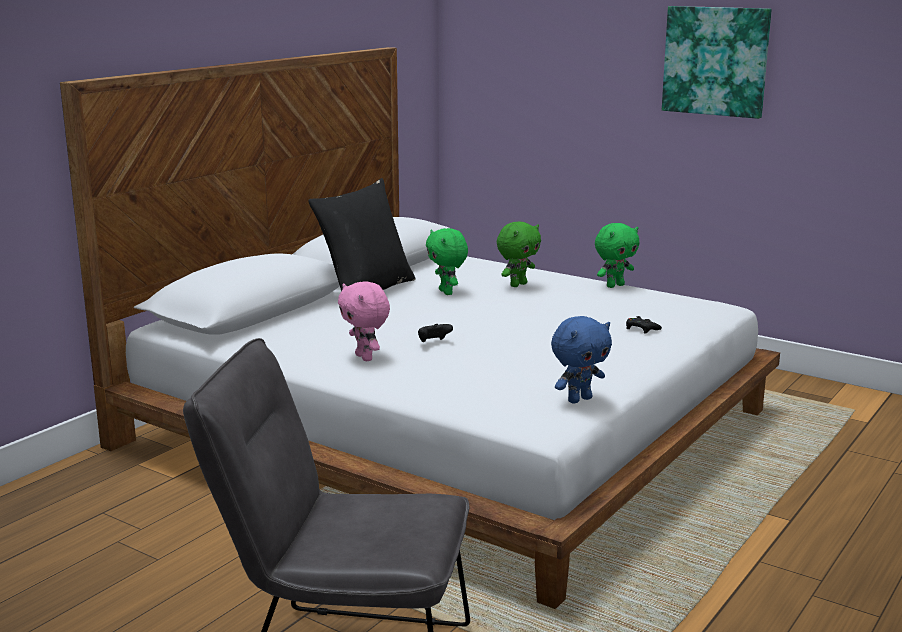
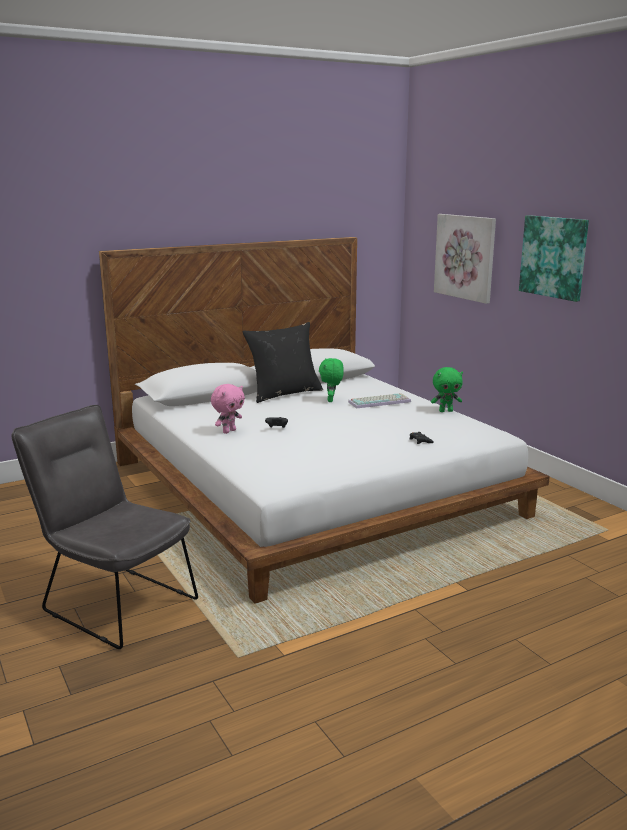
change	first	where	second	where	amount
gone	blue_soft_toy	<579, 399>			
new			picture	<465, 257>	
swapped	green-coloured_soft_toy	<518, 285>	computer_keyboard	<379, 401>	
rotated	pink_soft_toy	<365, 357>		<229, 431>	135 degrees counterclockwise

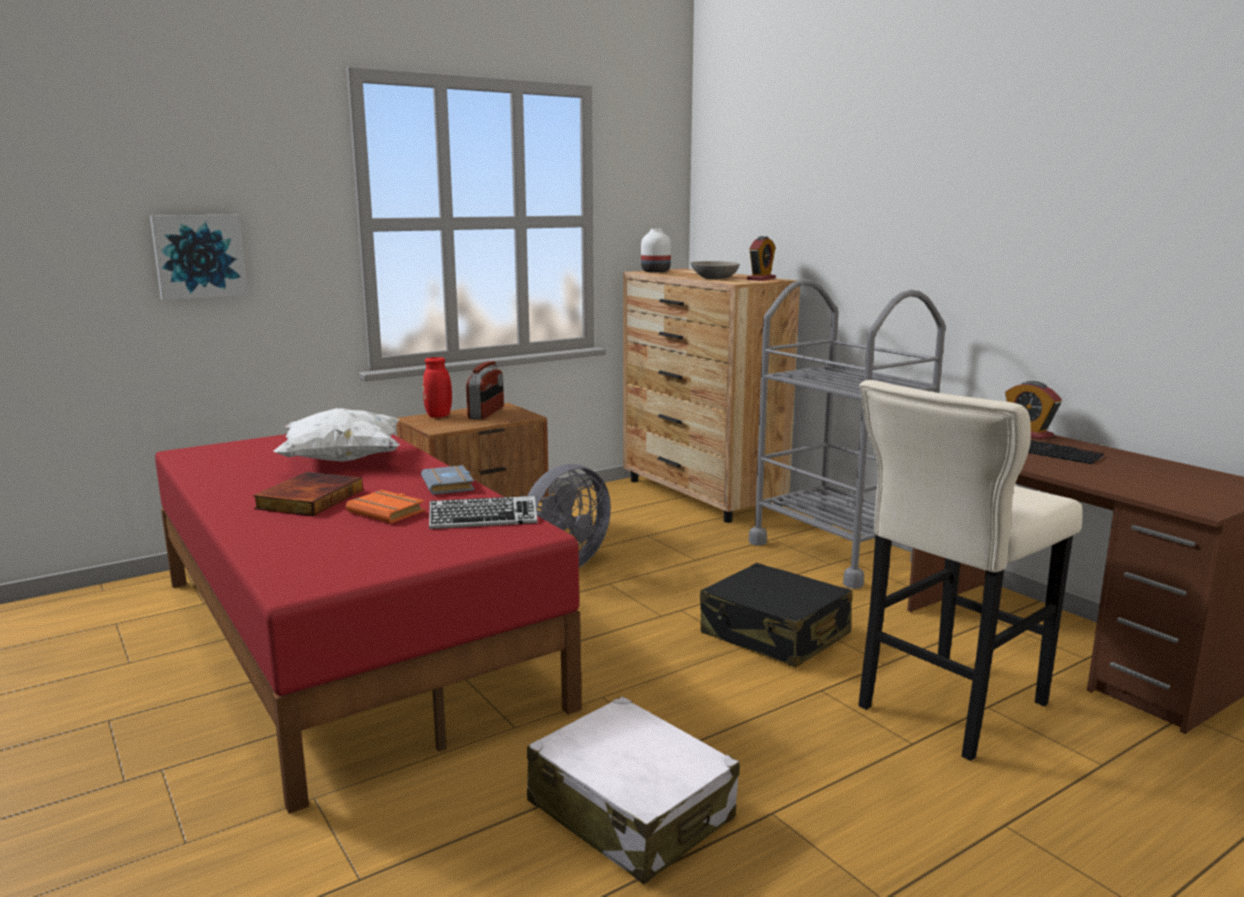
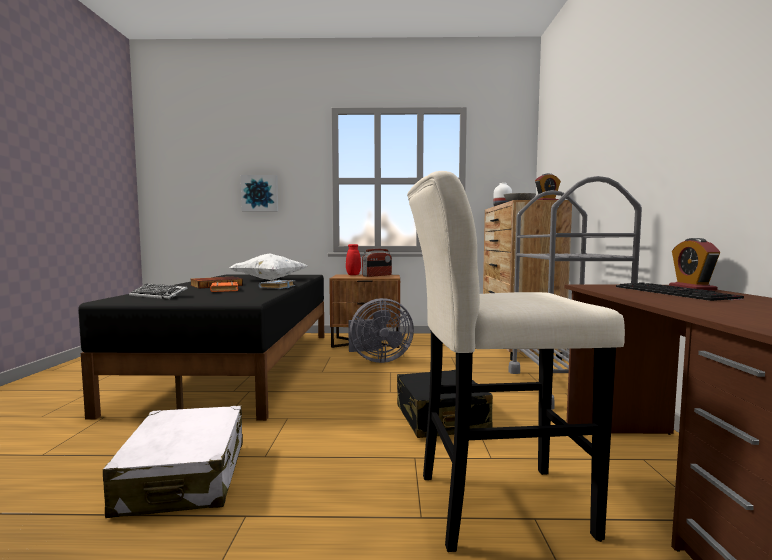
change	first	where	second	where	amount
shifted	computer_keyboard	<483, 519>		<158, 296>	
repainted	red-coloured_bedroom_bed	<350, 637>	black_bedroom_bed	<242, 365>	

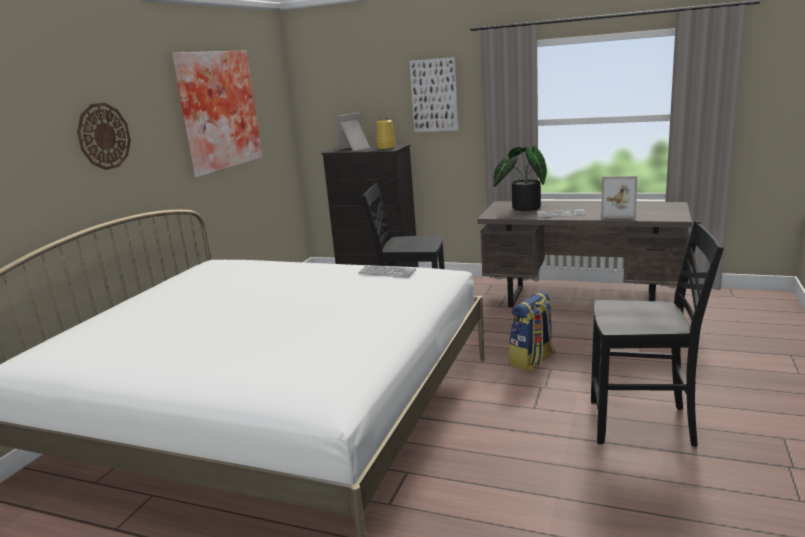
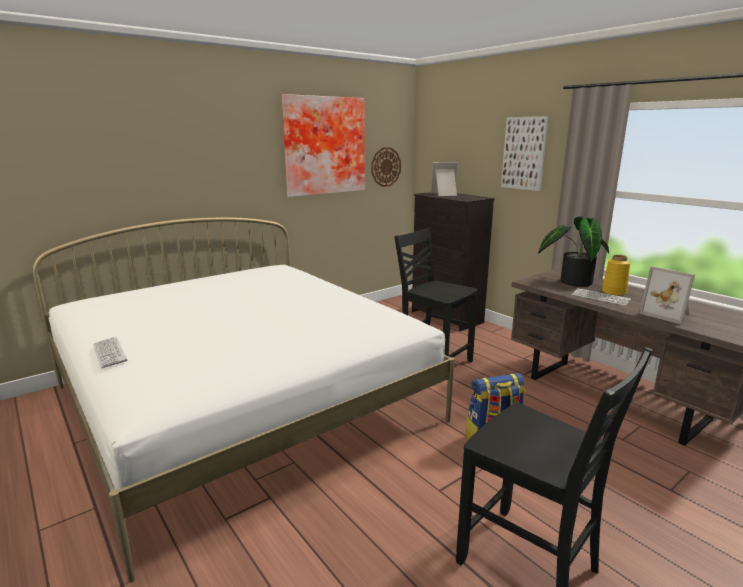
change	first	where	second	where	amount
shifted	clock_on_the_wall	<103, 136>		<385, 167>	
shifted	computer_keyboard	<387, 272>		<109, 353>	
shifted	yellow-coloured_flower_vase	<386, 148>		<613, 292>	

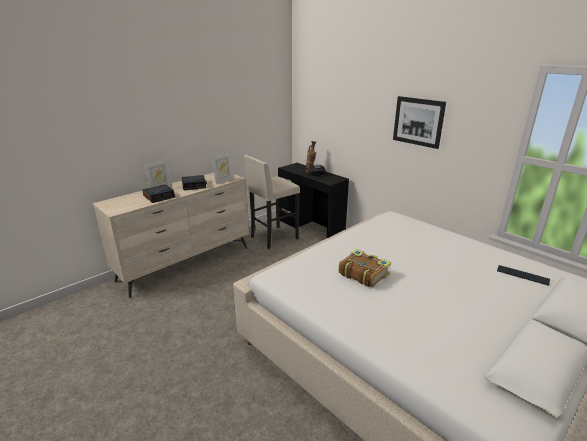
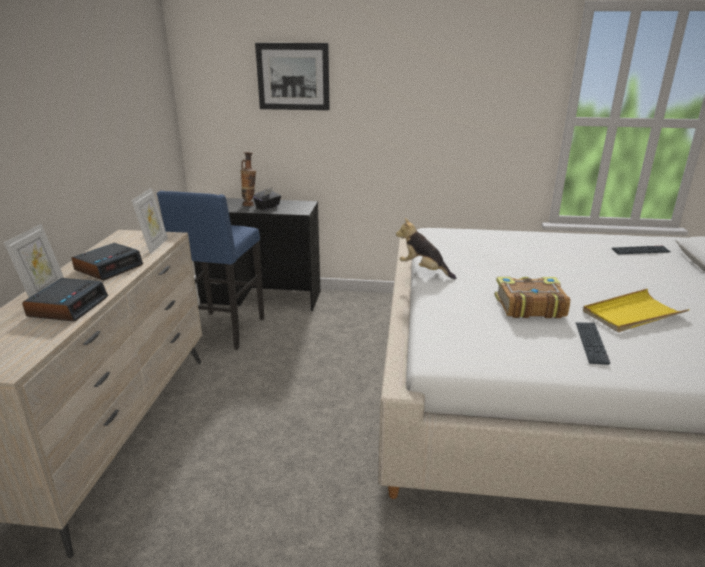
change	first	where	second	where	amount
new			soft_toy	<423, 270>	
new			computer_keyboard	<591, 343>	
new			yellow-coloured_carrying_tray	<632, 314>	
shifted	picture	<418, 121>		<293, 76>	
repainted	sand-coloured_stool	<273, 238>	blue_stool	<224, 331>	

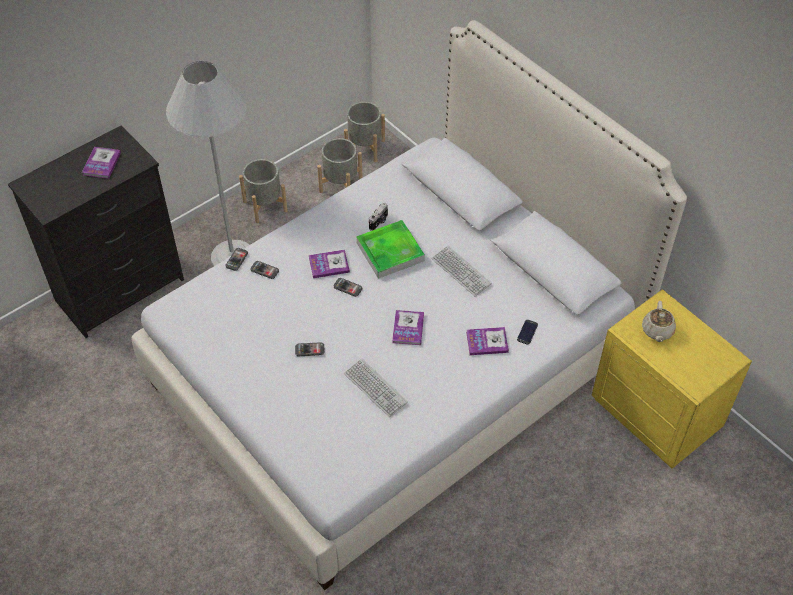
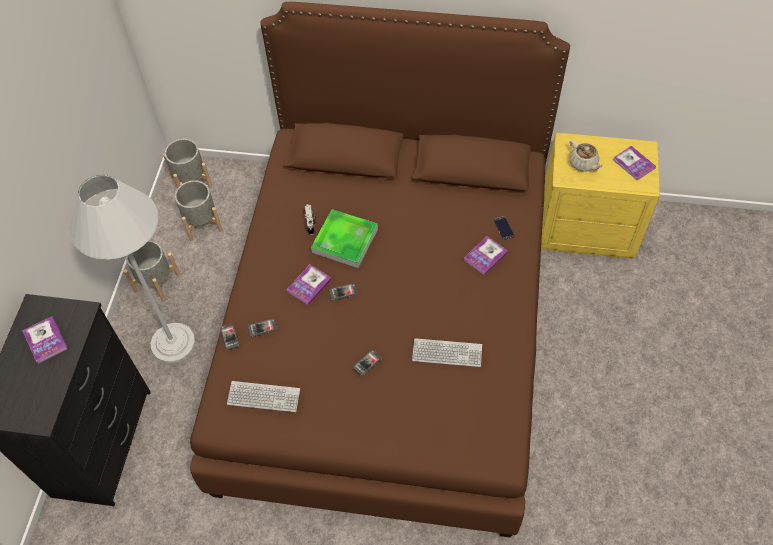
change	first	where	second	where	amount
shifted	book	<408, 328>		<633, 164>	
shifted	computer_keyboard	<461, 272>		<264, 397>	
repainted	white-coloured_bedroom_bed	<396, 367>	brown_bedroom_bed	<388, 330>	

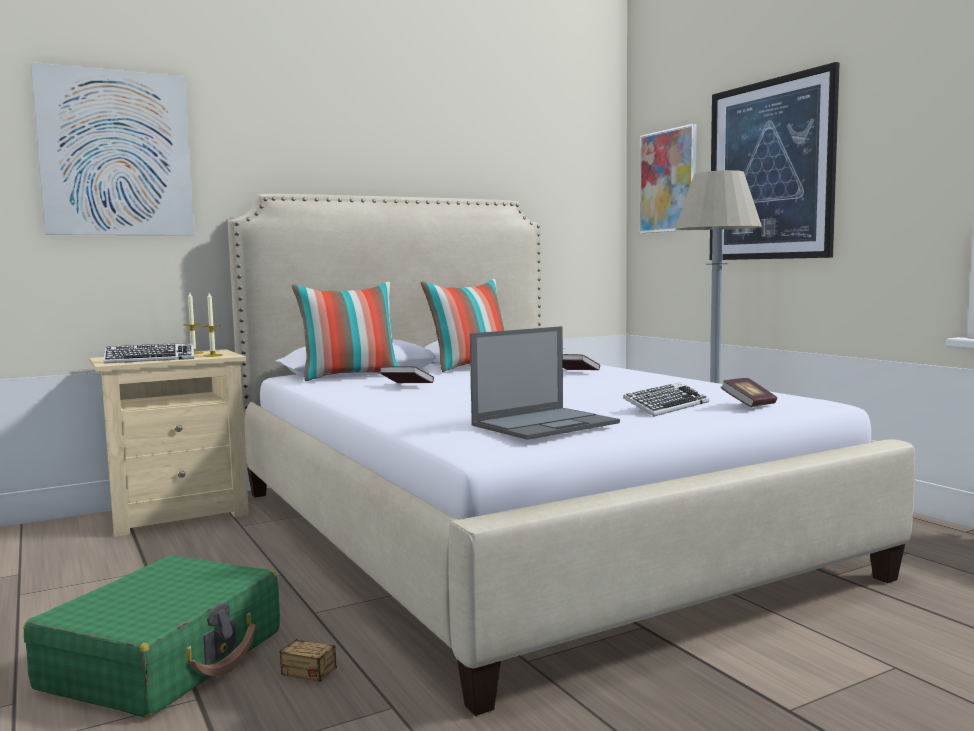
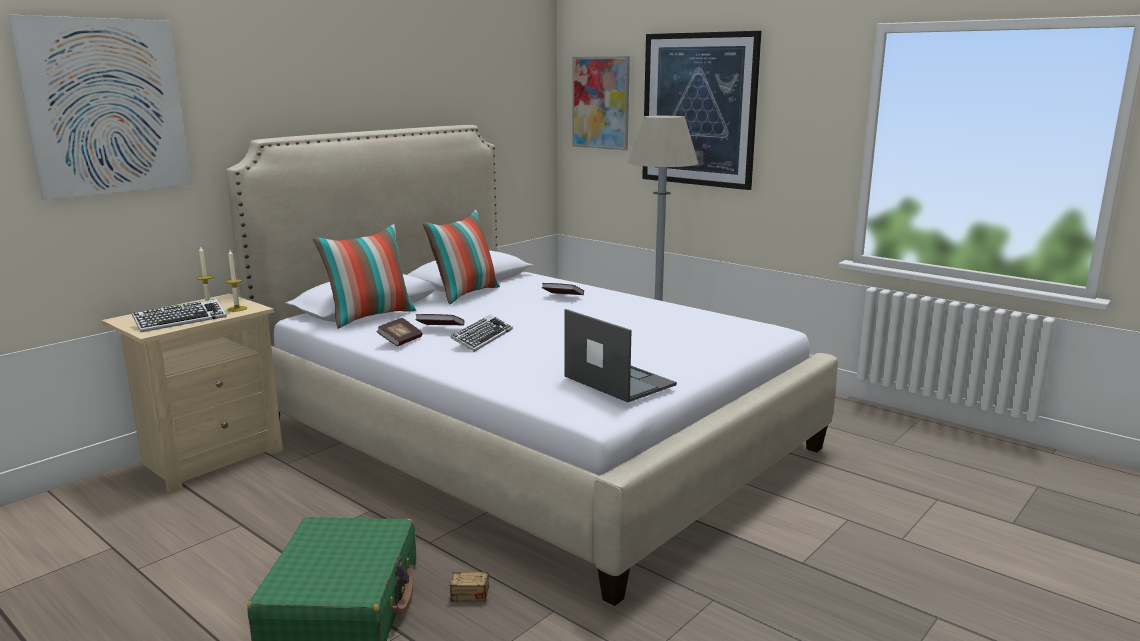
change	first	where	second	where	amount
shifted	computer_keyboard	<666, 406>		<482, 338>	
shifted	book	<749, 405>		<400, 341>	
rotated	portable_computer	<546, 424>		<618, 380>	75 degrees counterclockwise

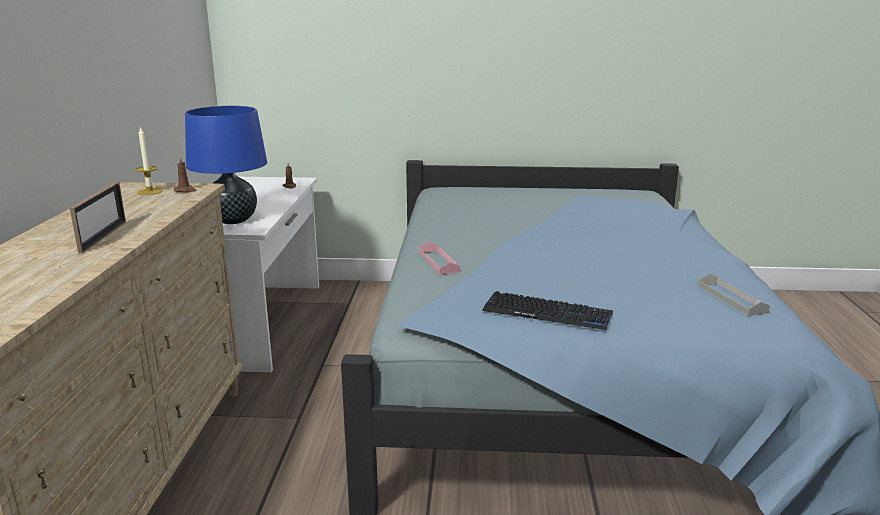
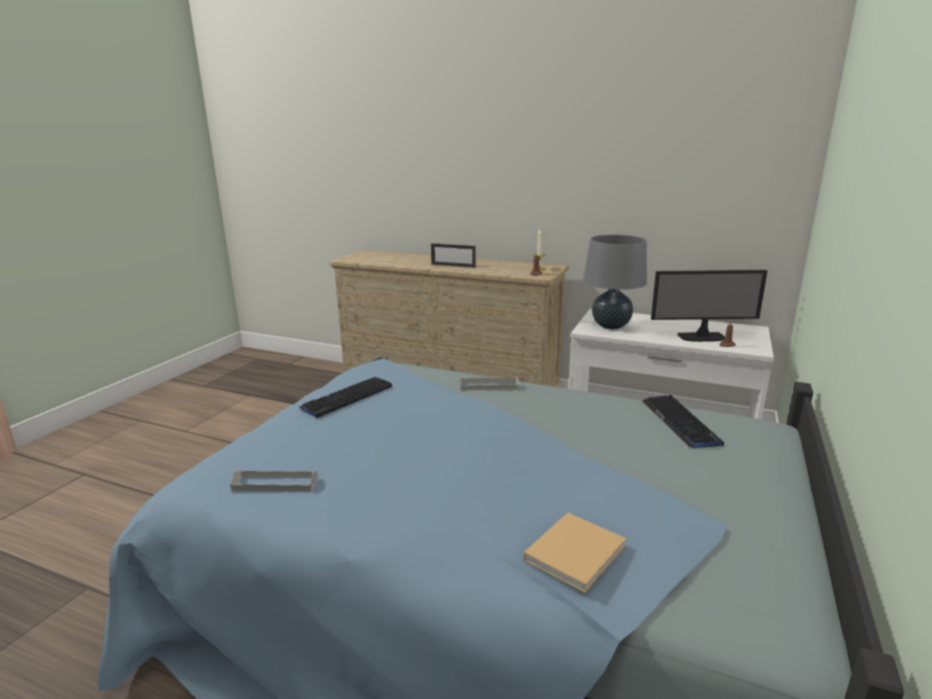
change	first	where	second	where	amount
new			sand-coloured_book	<576, 551>	
new			computer_keyboard	<680, 422>	
new			monitor	<702, 338>	
repainted	blue_table_lamp	<233, 220>	gray_table_lamp	<611, 326>	
repainted	pink_carrying_tray	<438, 262>	gray_carrying_tray	<489, 386>	

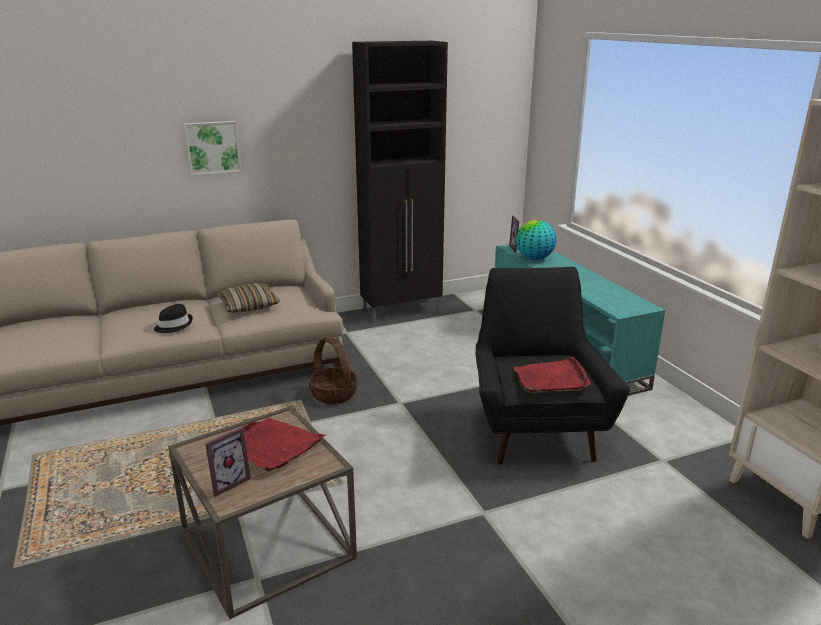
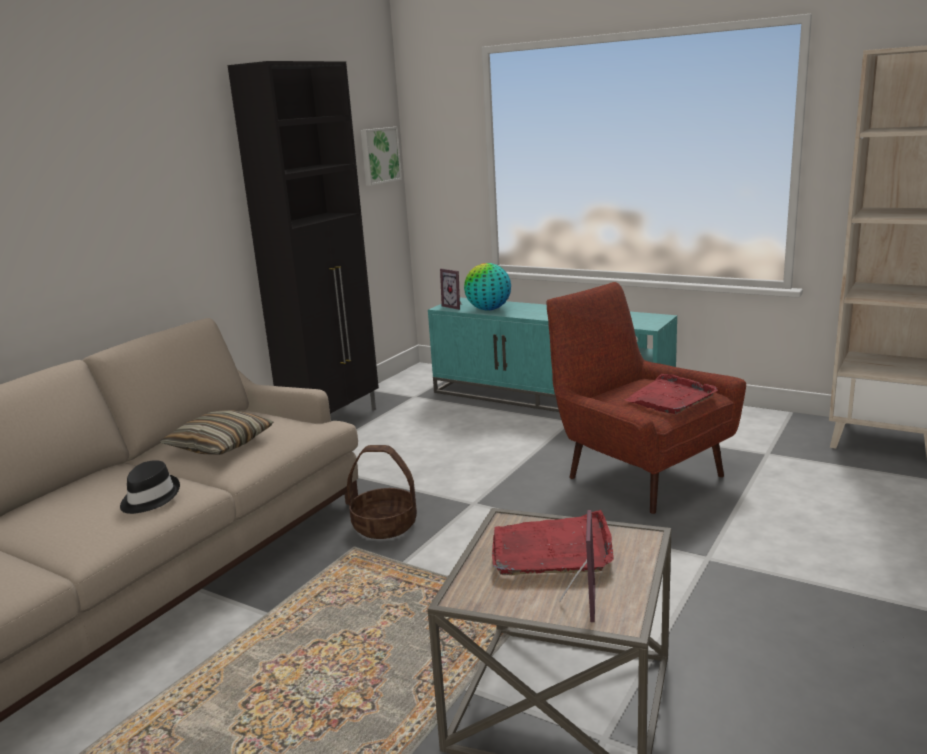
change	first	where	second	where	amount
shifted	picture	<212, 147>		<379, 155>	
repainted	black_easy_chair	<535, 430>	red-coloured_easy_chair	<637, 473>	

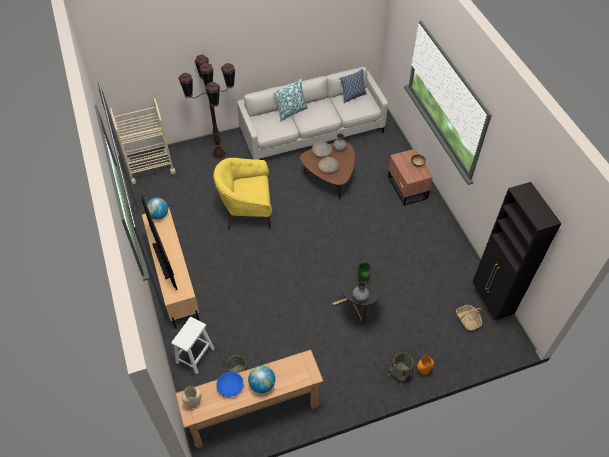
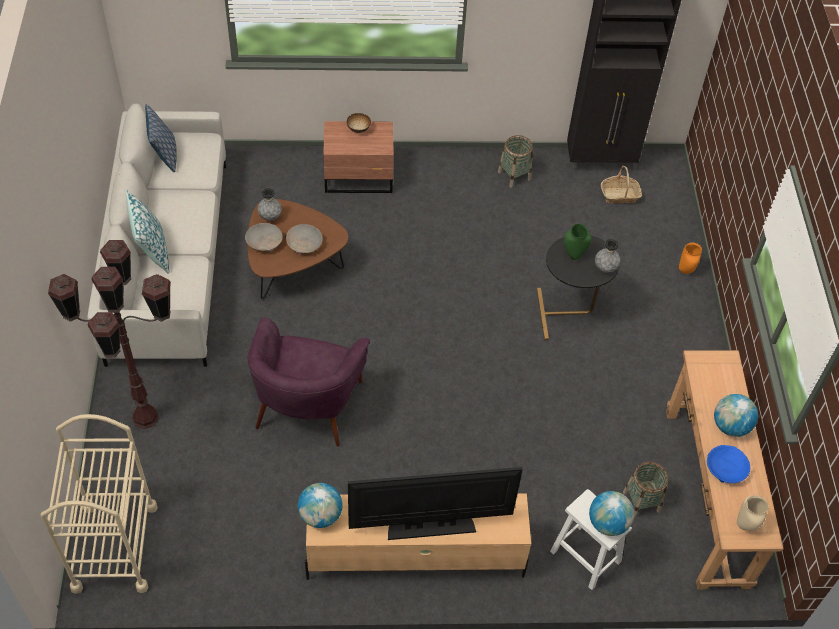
change	first	where	second	where	amount
new			globe	<608, 523>	
shifted	basket	<399, 375>		<514, 175>	
repainted	yellow-coloured_easy_chair	<247, 210>	purple-coloured_easy_chair	<307, 405>	

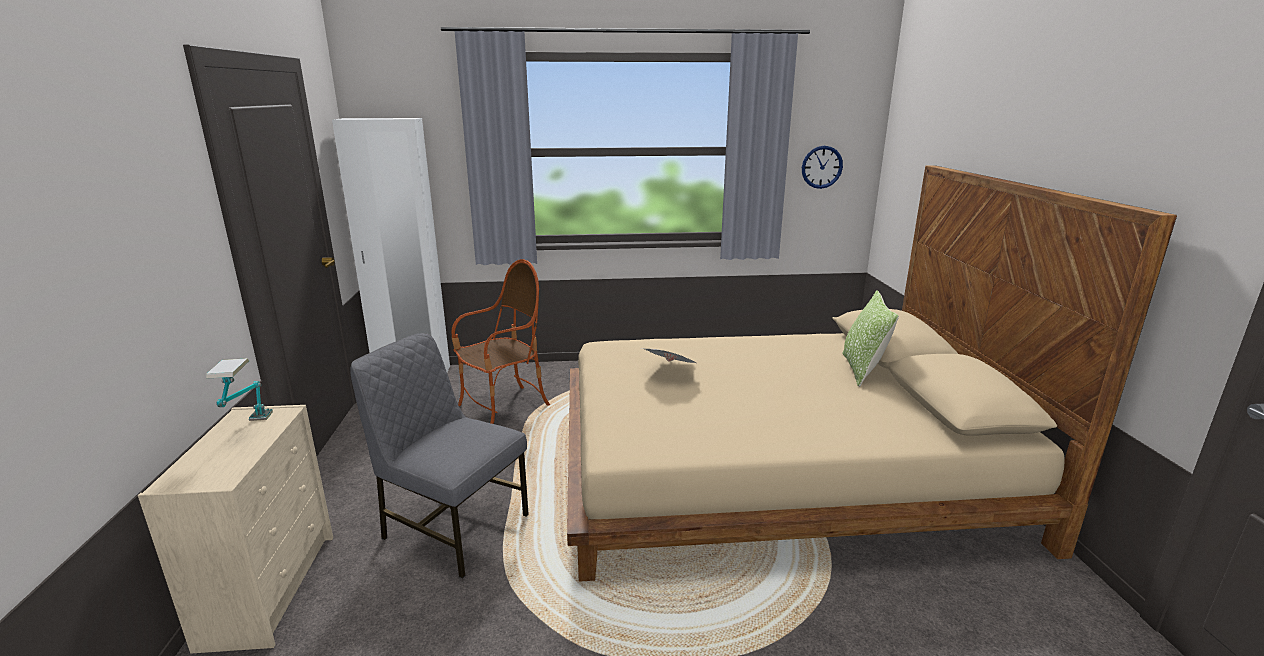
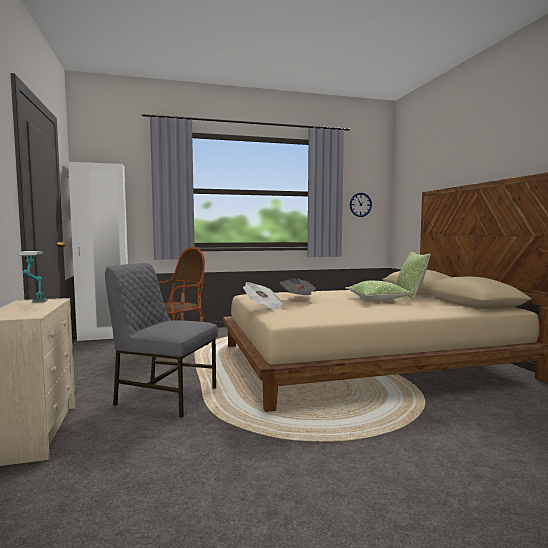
change	first	where	second	where	amount
new			newspaper	<264, 307>	
new			pillow	<377, 299>	

